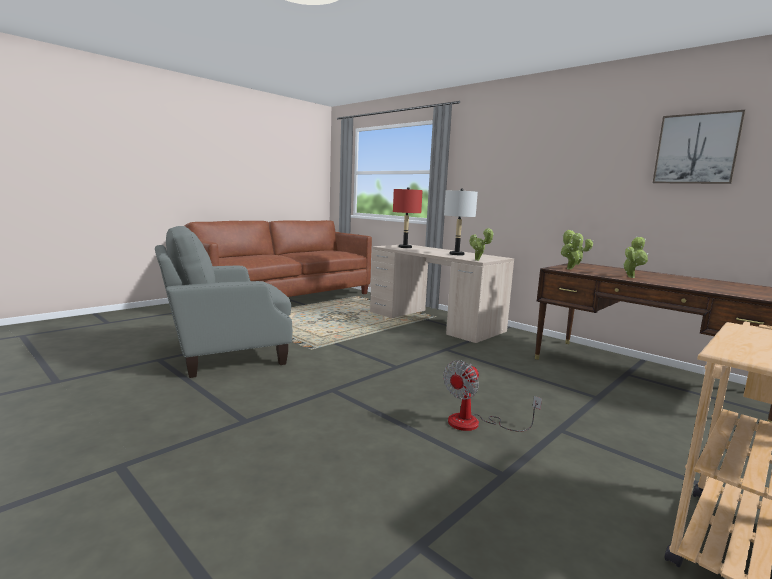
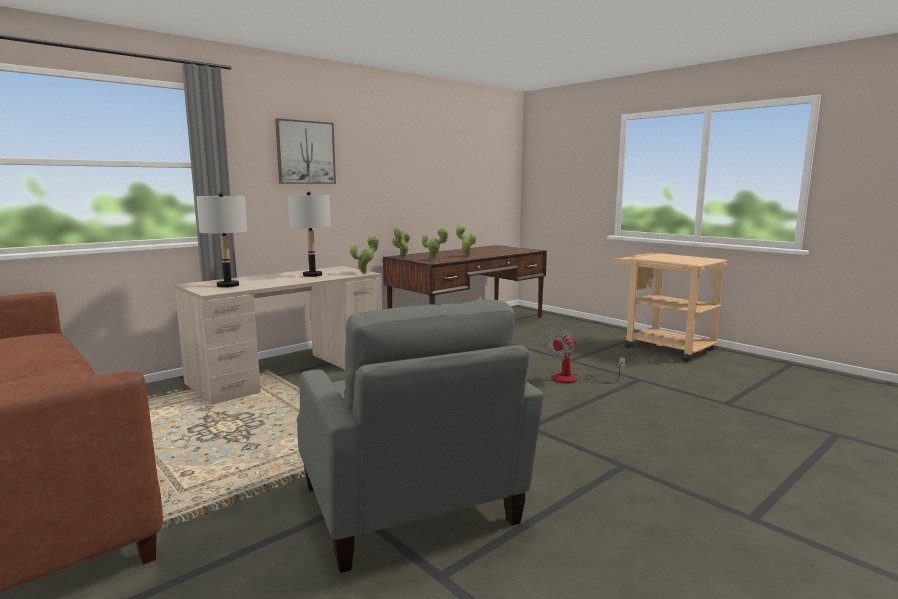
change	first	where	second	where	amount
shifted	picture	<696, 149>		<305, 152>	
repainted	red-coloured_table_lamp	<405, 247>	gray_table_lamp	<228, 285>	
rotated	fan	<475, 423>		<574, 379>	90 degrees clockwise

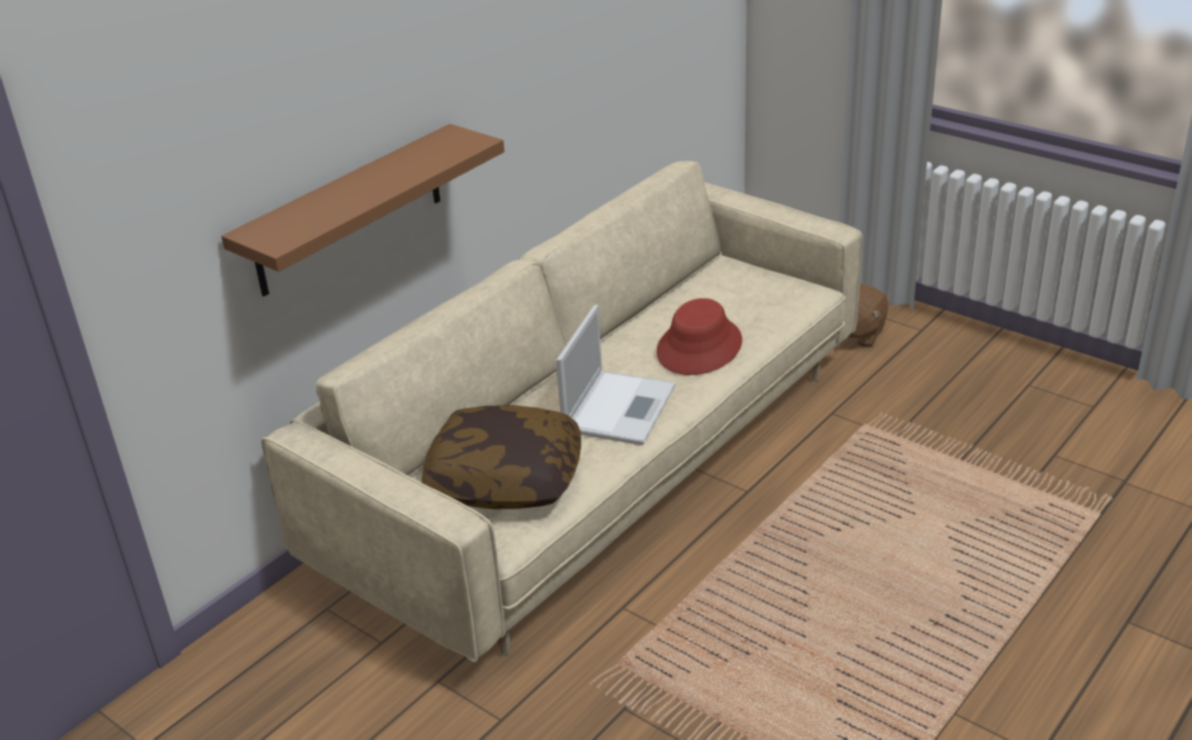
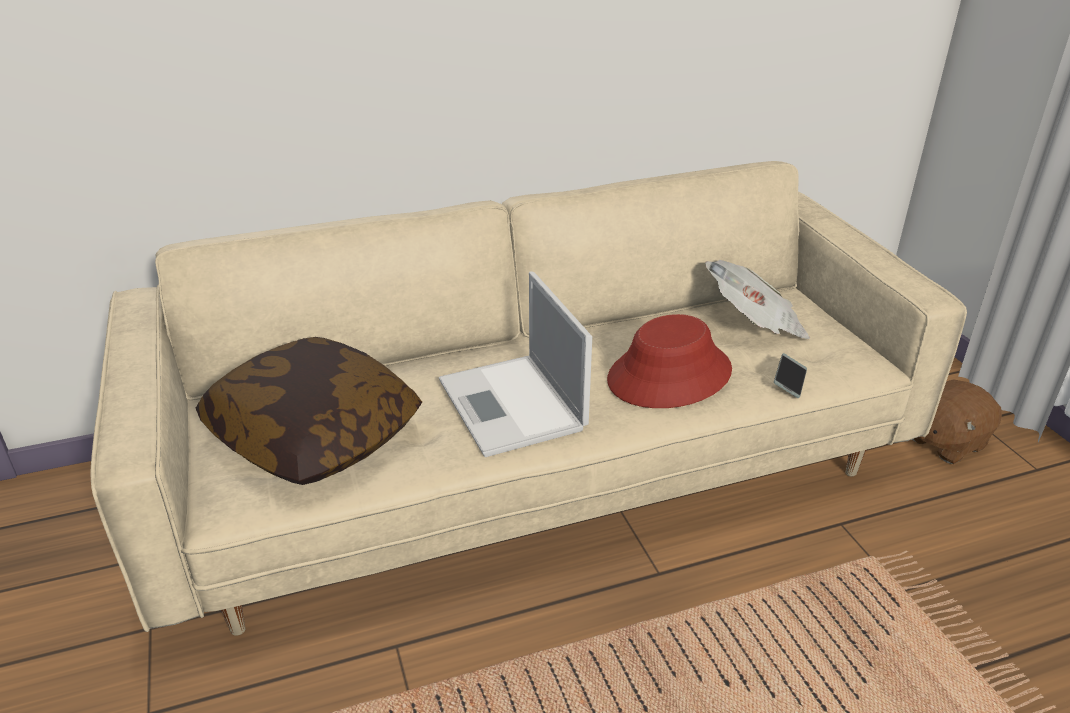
change	first	where	second	where	amount
gone	brown_shelf	<349, 211>			
new			newspaper	<754, 324>	
new			handset	<789, 380>	
rotated	portable_computer	<619, 407>		<513, 406>	105 degrees clockwise

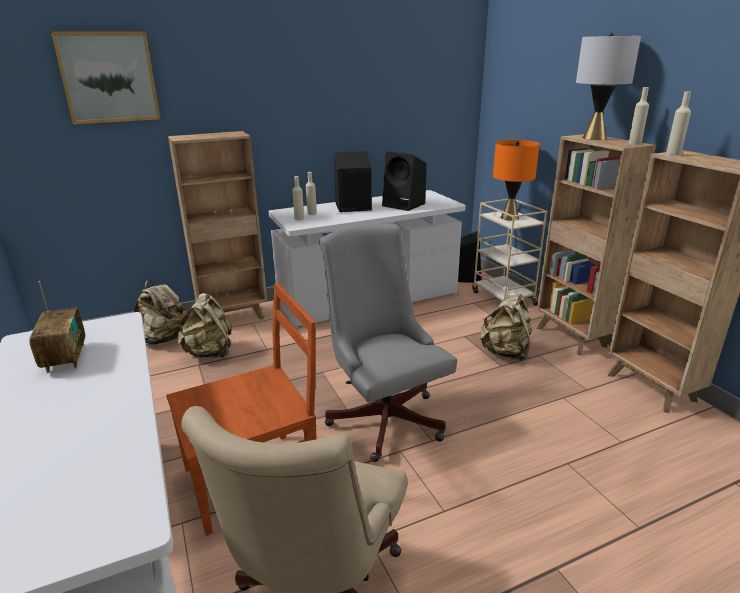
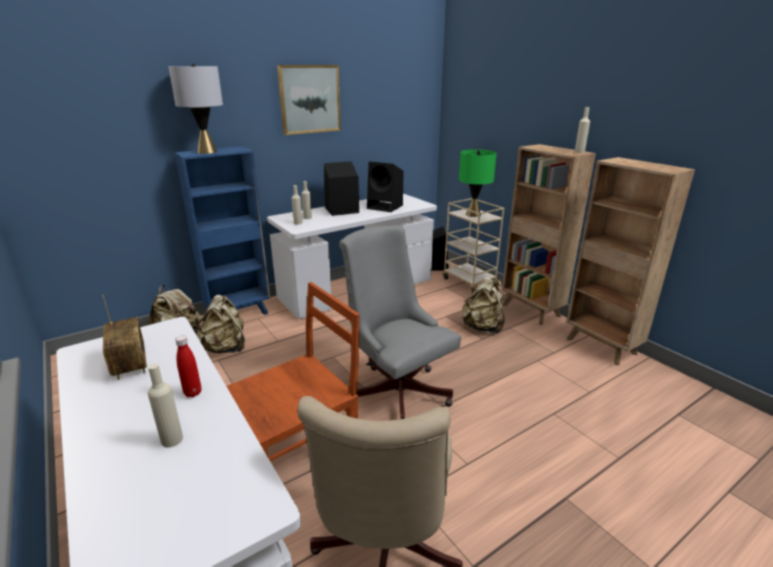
change	first	where	second	where	amount
new			red-coloured_bottle	<193, 393>	
shifted	picture	<109, 77>		<309, 99>	
shifted	gray_table_lamp	<594, 138>		<206, 152>	
shifted	sand-coloured_bottle	<673, 154>		<172, 439>	
repainted	brown_bookshelf	<234, 317>	blue_bookshelf	<239, 314>	
repainted	orangey_table_lamp	<509, 217>	green-coloured_table_lamp	<473, 214>	

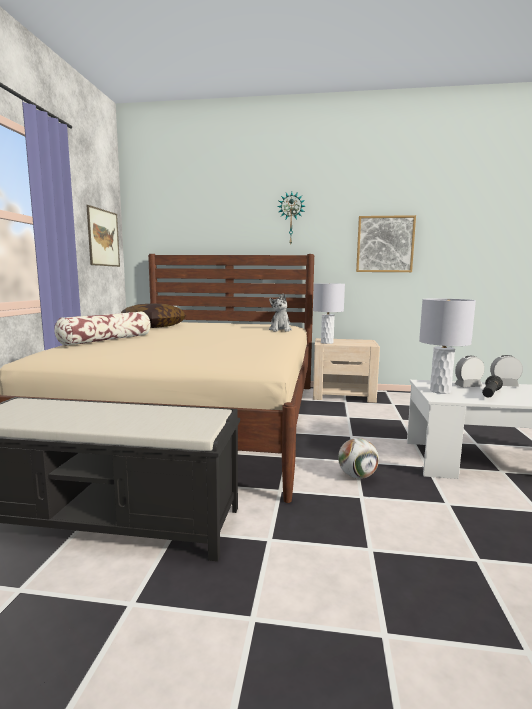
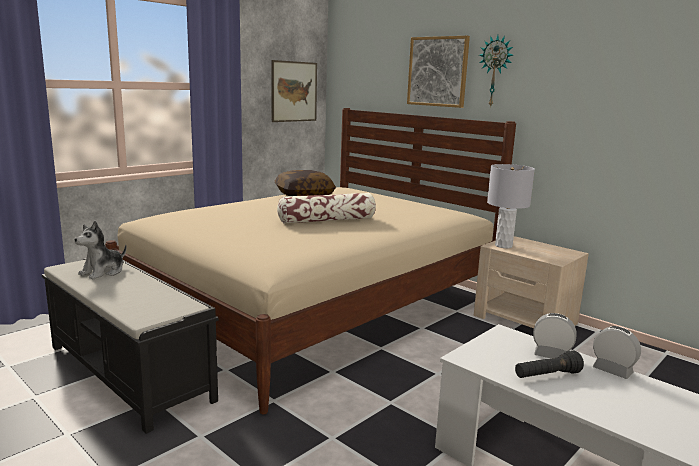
change	first	where	second	where	amount
gone	ball_for_football	<357, 476>			
gone	gray_table_lamp	<440, 391>			
shifted	pillow	<107, 340>		<327, 220>	
shifted	soft_toy	<280, 330>		<103, 272>	
shifted	picture	<385, 244>		<438, 71>	

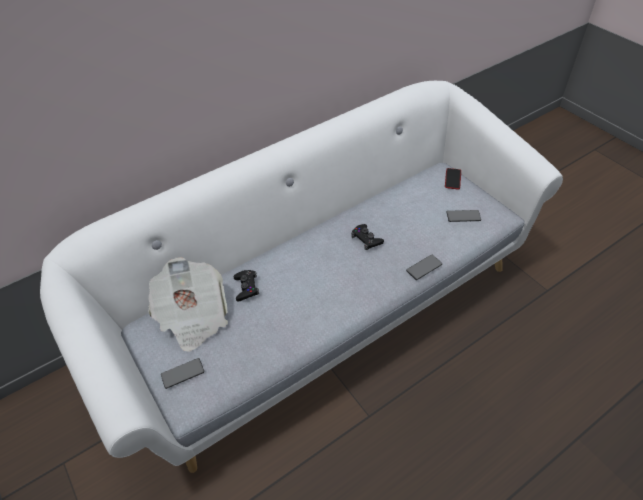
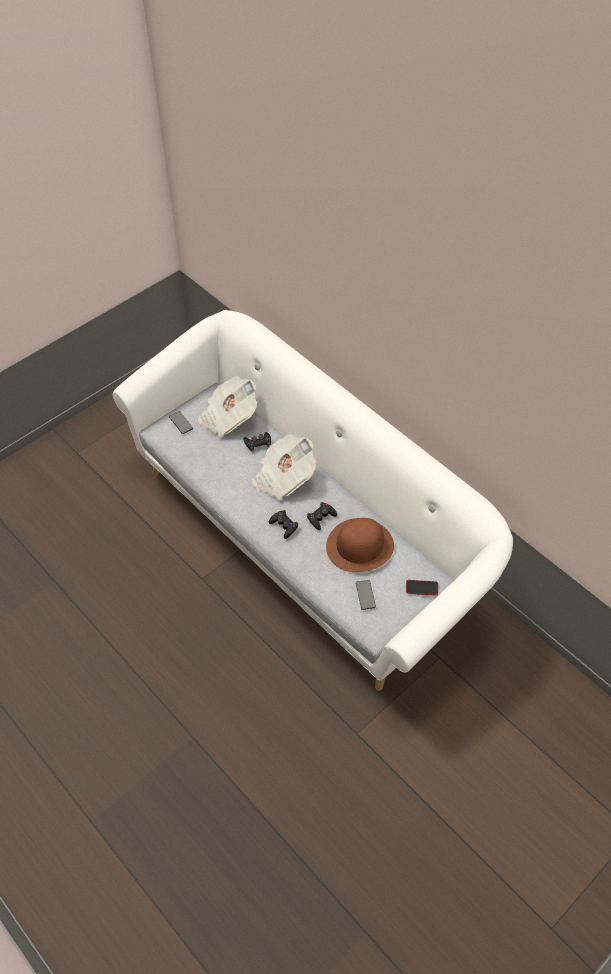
change	first	where	second	where	amount
gone	handset	<424, 267>			
new			newspaper	<283, 477>	
new			black_joypad	<284, 525>	
new			brown_wearable_hat	<359, 546>	

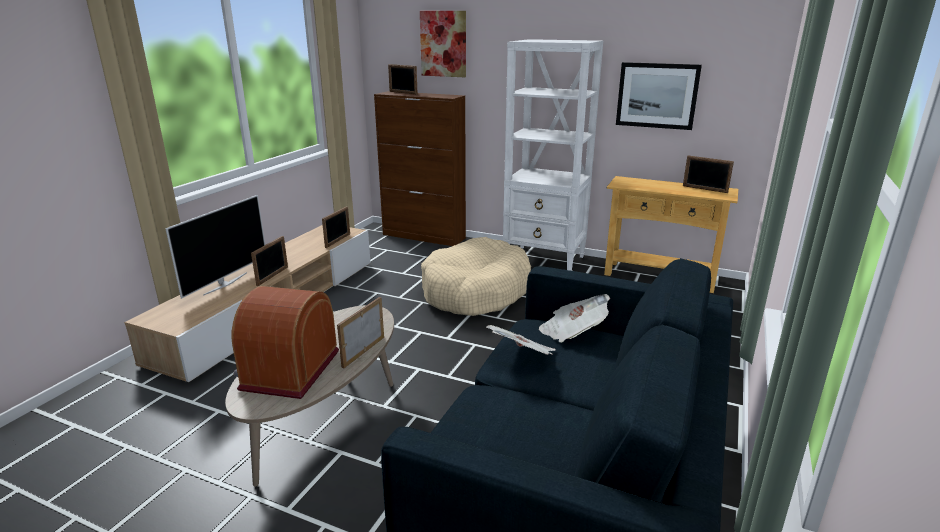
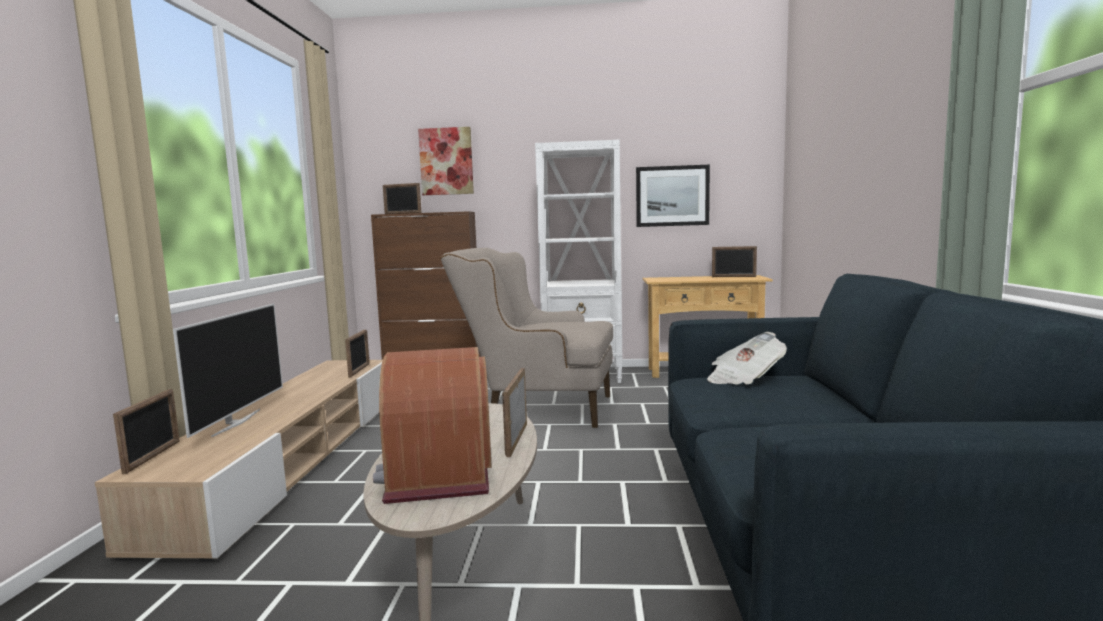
change	first	where	second	where	amount
gone	newspaper	<522, 356>			
shifted	picture_frame	<273, 276>		<153, 456>	
swapped	sand-coloured_pet_bed	<475, 292>	sand-coloured_easy_chair	<537, 408>	

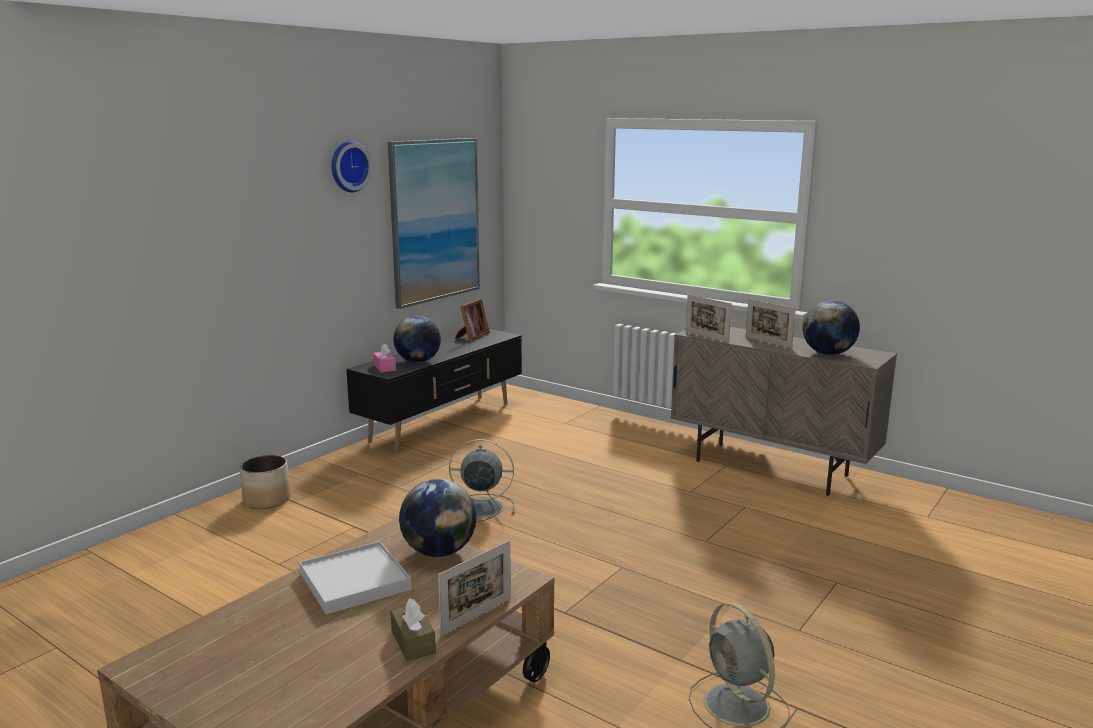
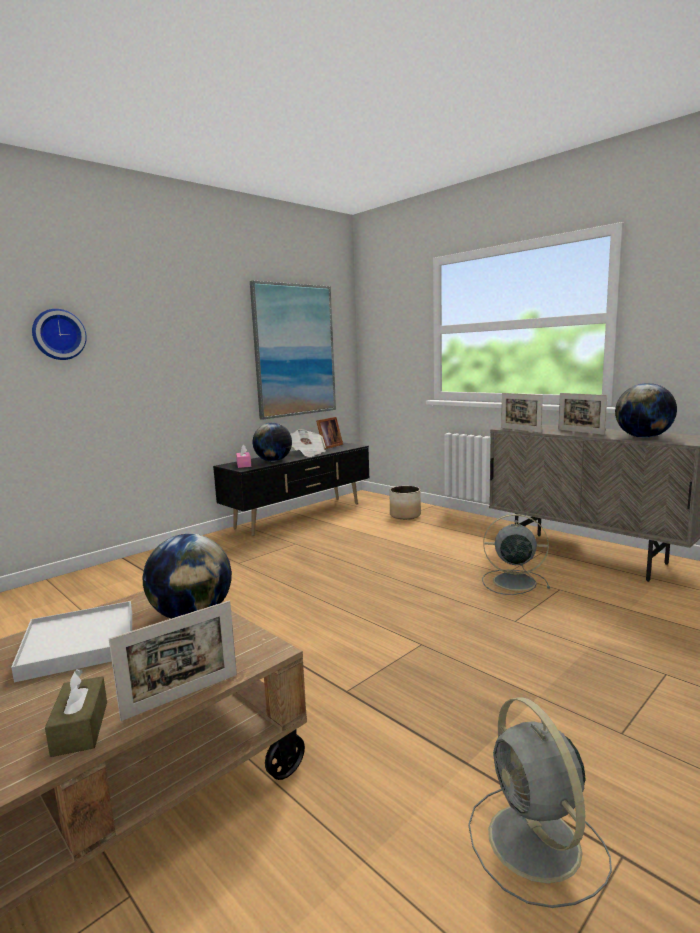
change	first	where	second	where	amount
new			newspaper	<308, 453>	
shifted	flower_pot	<267, 500>		<405, 515>	
shifted	clock_on_the_wall	<348, 166>		<58, 334>	
shifted	gray_fan	<480, 508>		<512, 582>	

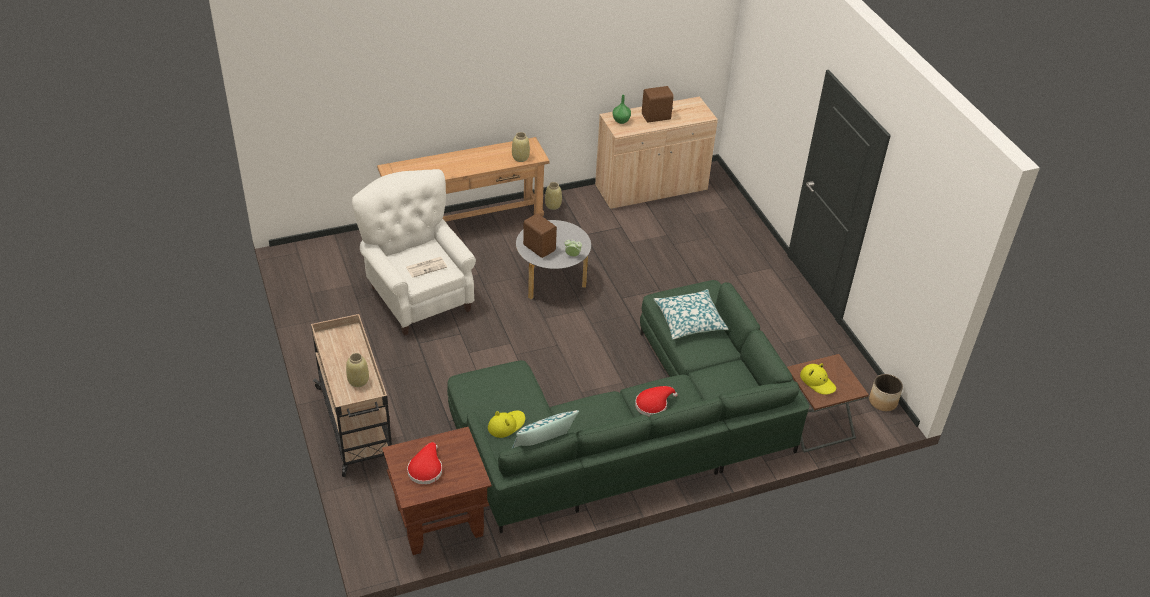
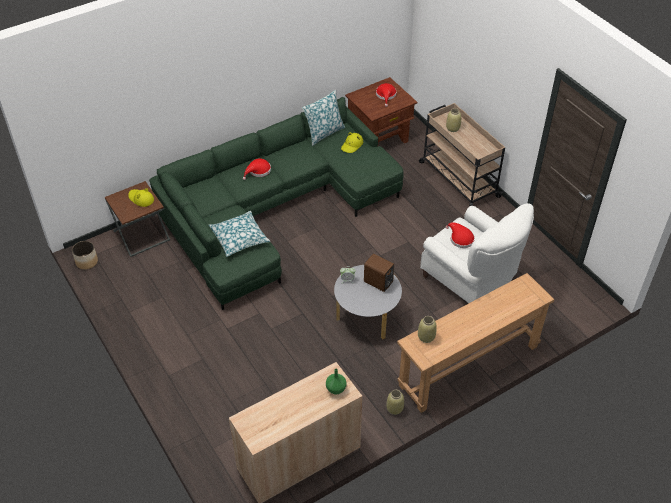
change	first	where	second	where	amount
gone	brown_speaker	<656, 117>			
swapped	newspaper	<426, 267>	red-coloured_wearable_hat	<460, 239>	

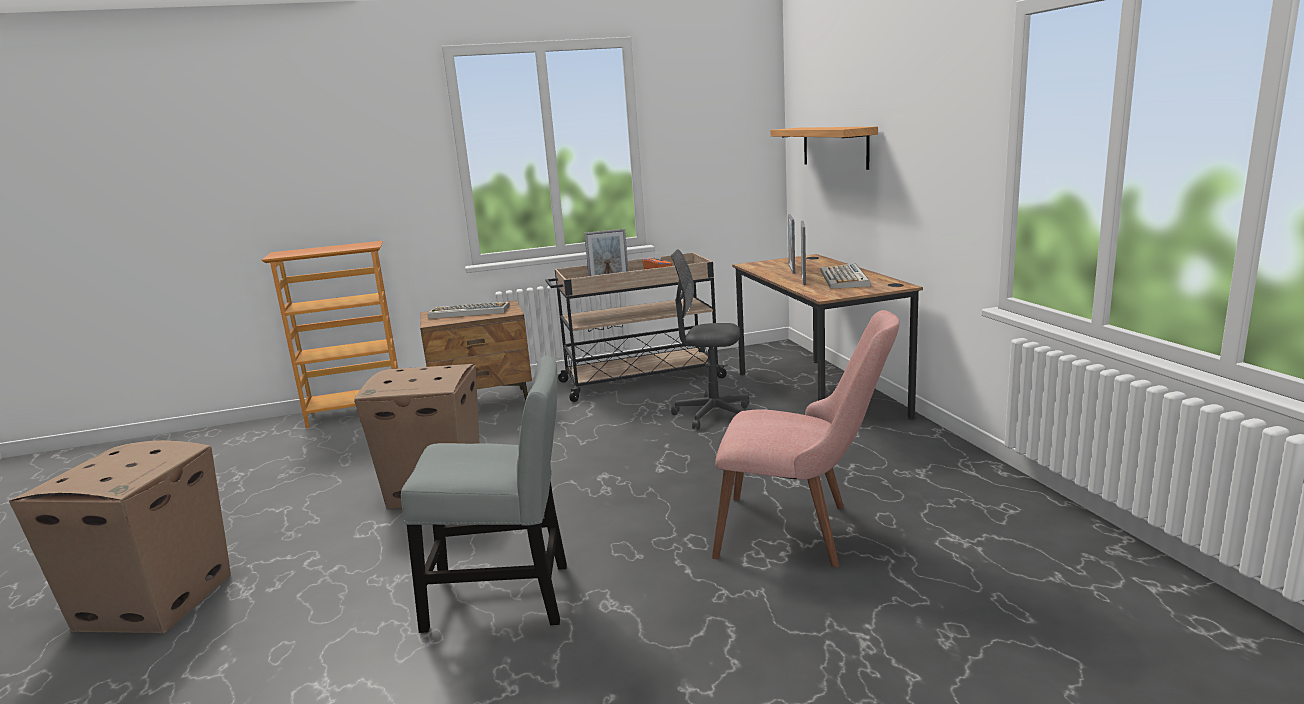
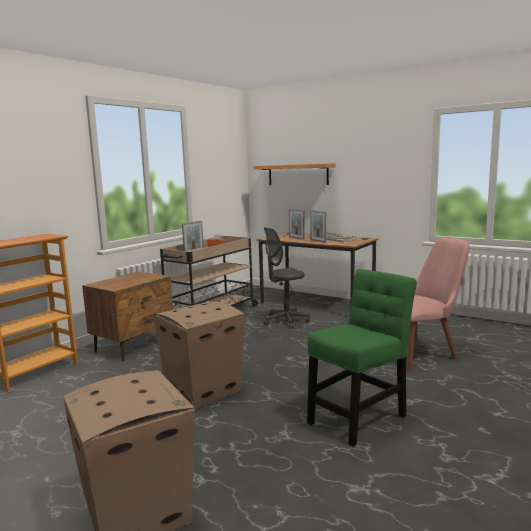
change	first	where	second	where	amount
gone	computer_keyboard	<468, 312>			
repainted	gray_plain_chair	<506, 597>	green-coloured_plain_chair	<359, 417>	

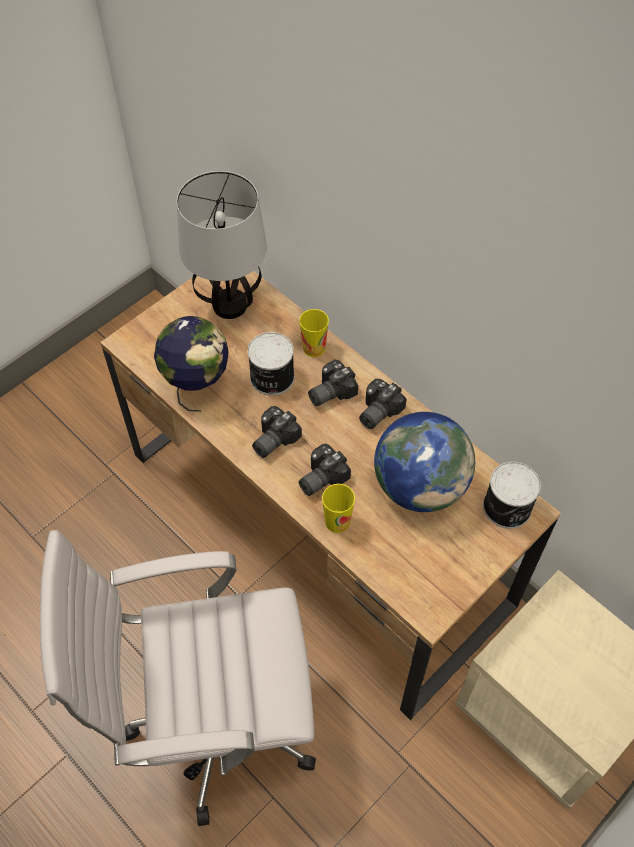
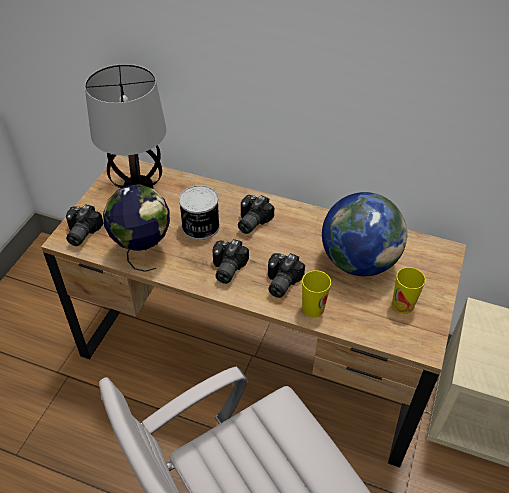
change	first	where	second	where	amount
gone	metal_can	<507, 508>			
shifted	drinking_cup	<314, 348>		<402, 305>	
shifted	photo_camera	<376, 411>		<80, 233>	

